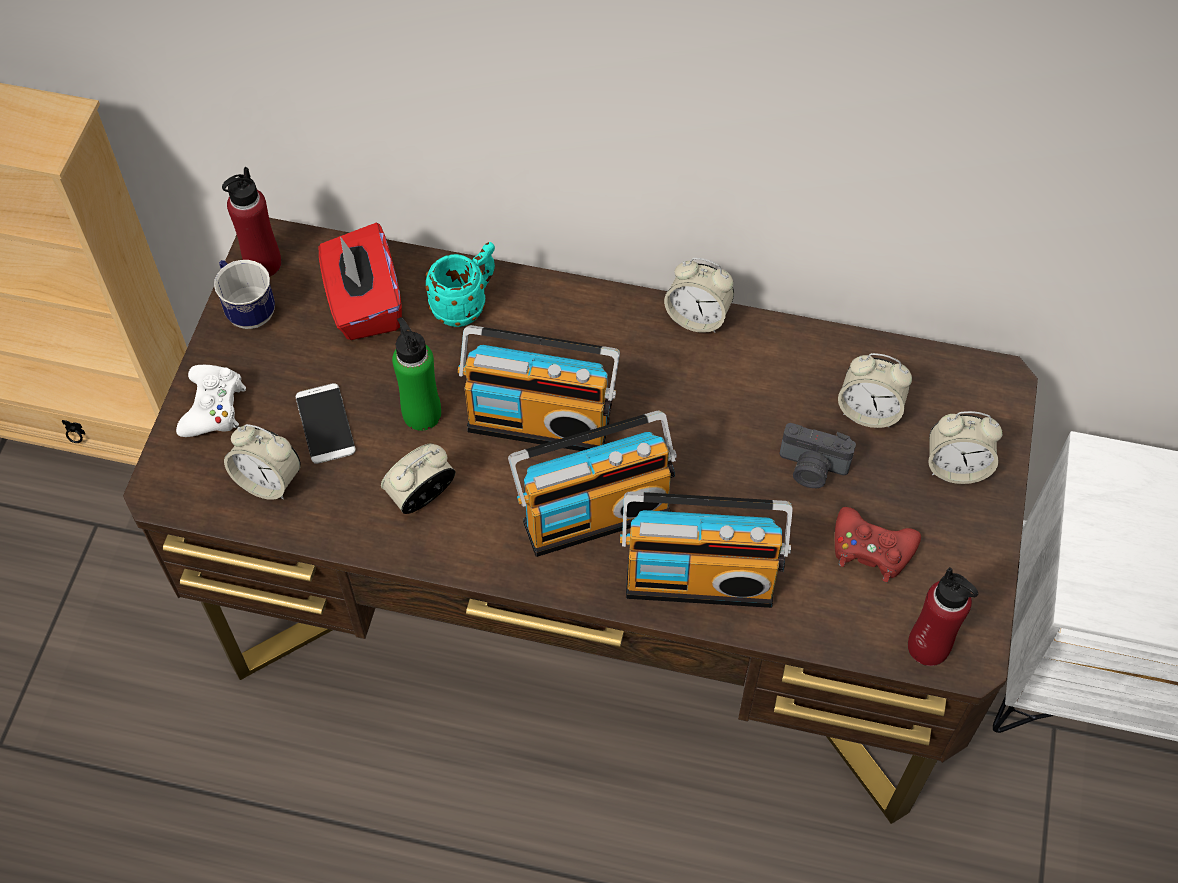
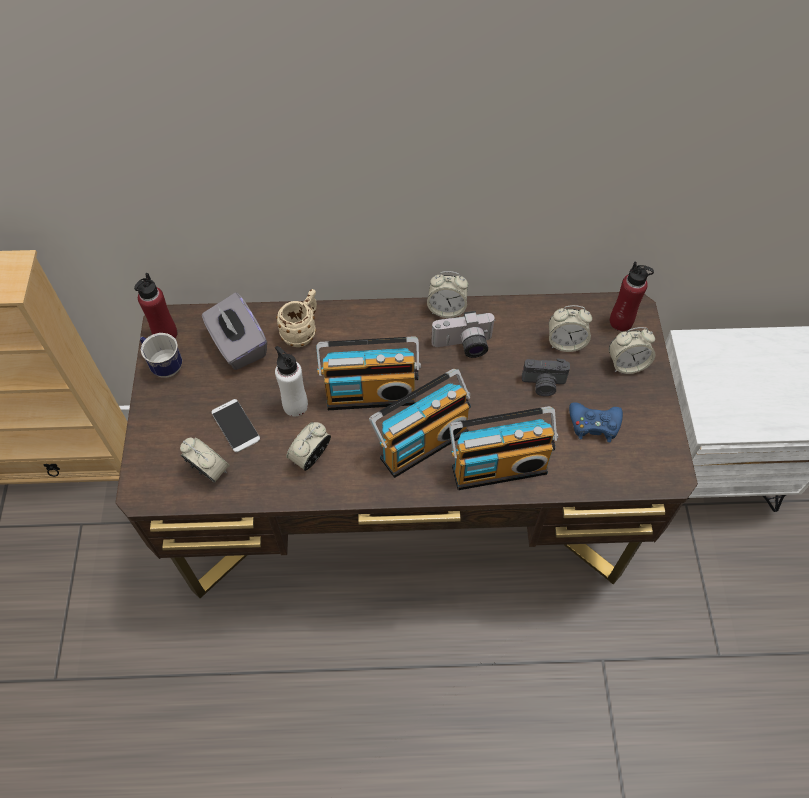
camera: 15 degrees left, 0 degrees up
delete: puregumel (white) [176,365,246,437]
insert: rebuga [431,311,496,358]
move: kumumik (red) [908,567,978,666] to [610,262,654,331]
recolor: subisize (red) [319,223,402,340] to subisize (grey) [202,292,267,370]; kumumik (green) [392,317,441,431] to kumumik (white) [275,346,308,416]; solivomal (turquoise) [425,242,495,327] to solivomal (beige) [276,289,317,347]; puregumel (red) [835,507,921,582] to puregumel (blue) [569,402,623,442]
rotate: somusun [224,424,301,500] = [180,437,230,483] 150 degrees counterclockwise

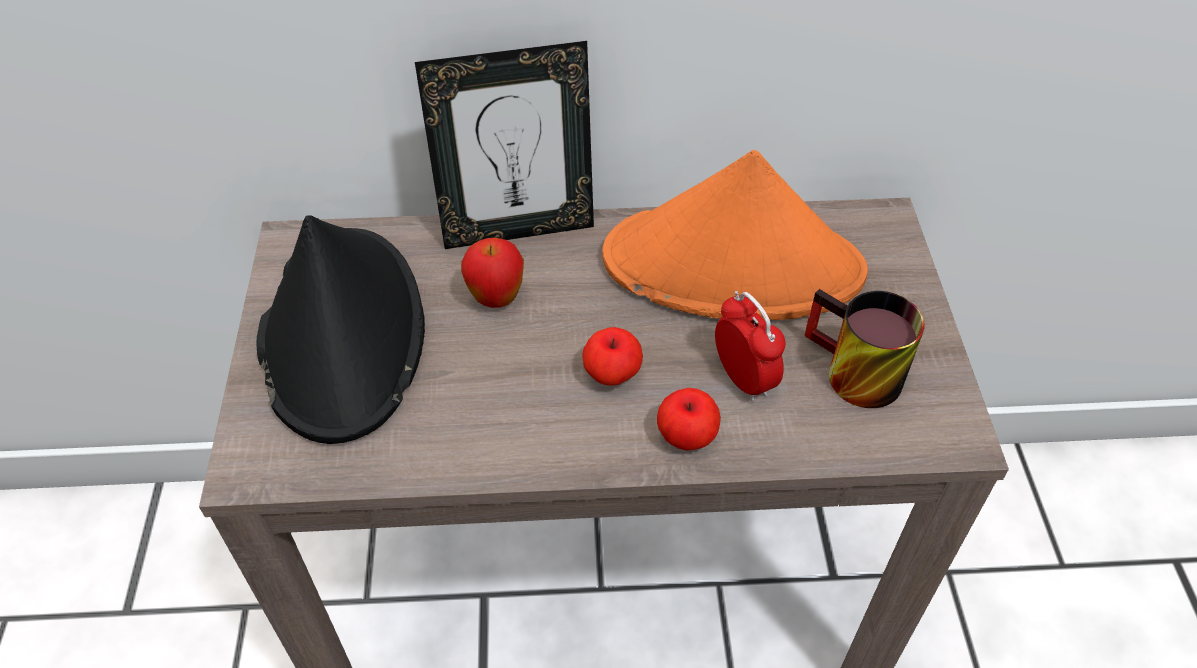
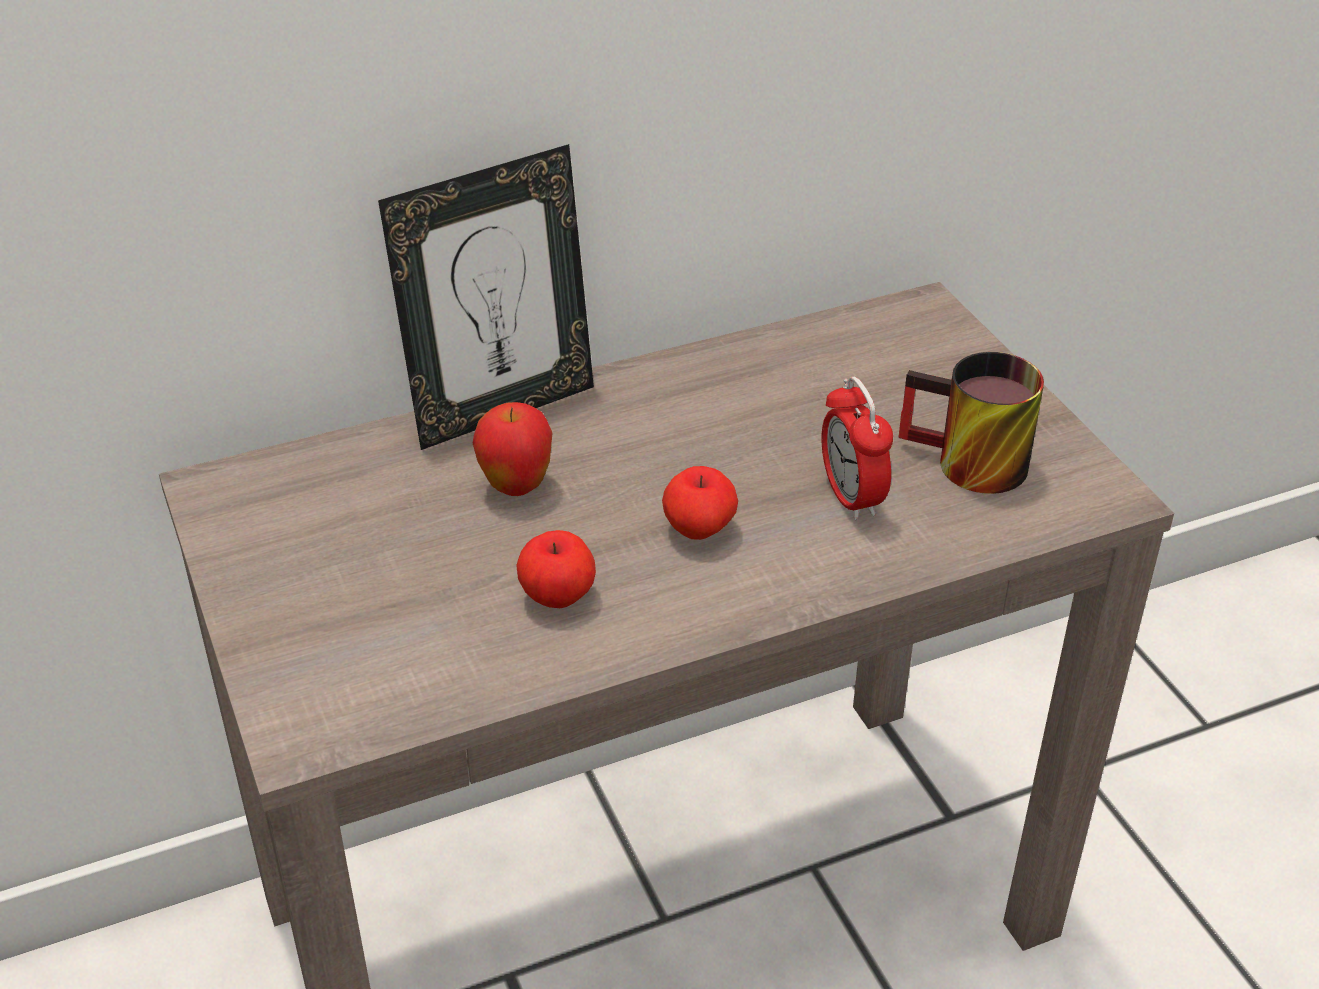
camera: 20 degrees left, 10 degrees down
delete: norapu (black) [257,215,425,444]; norapu (orange) [602,150,868,320]
move: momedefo [657,388,721,451] to [516,530,596,608]
rotate: somusun [715,291,785,402] = [822,377,893,520] 150 degrees counterclockwise

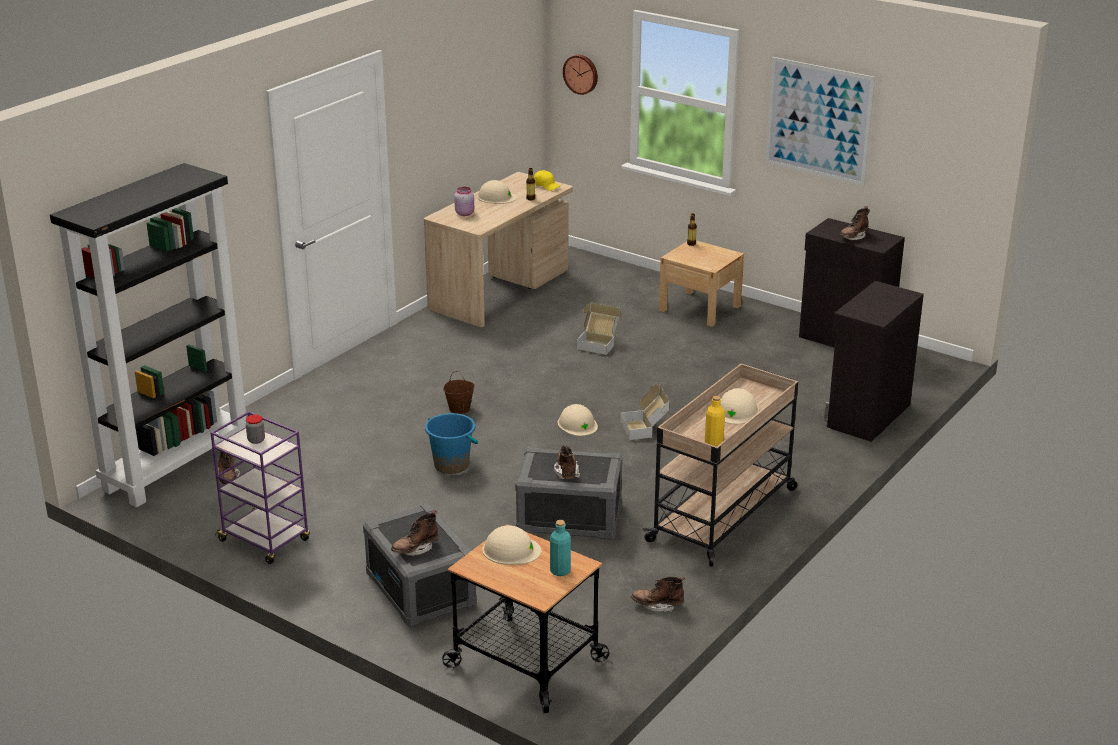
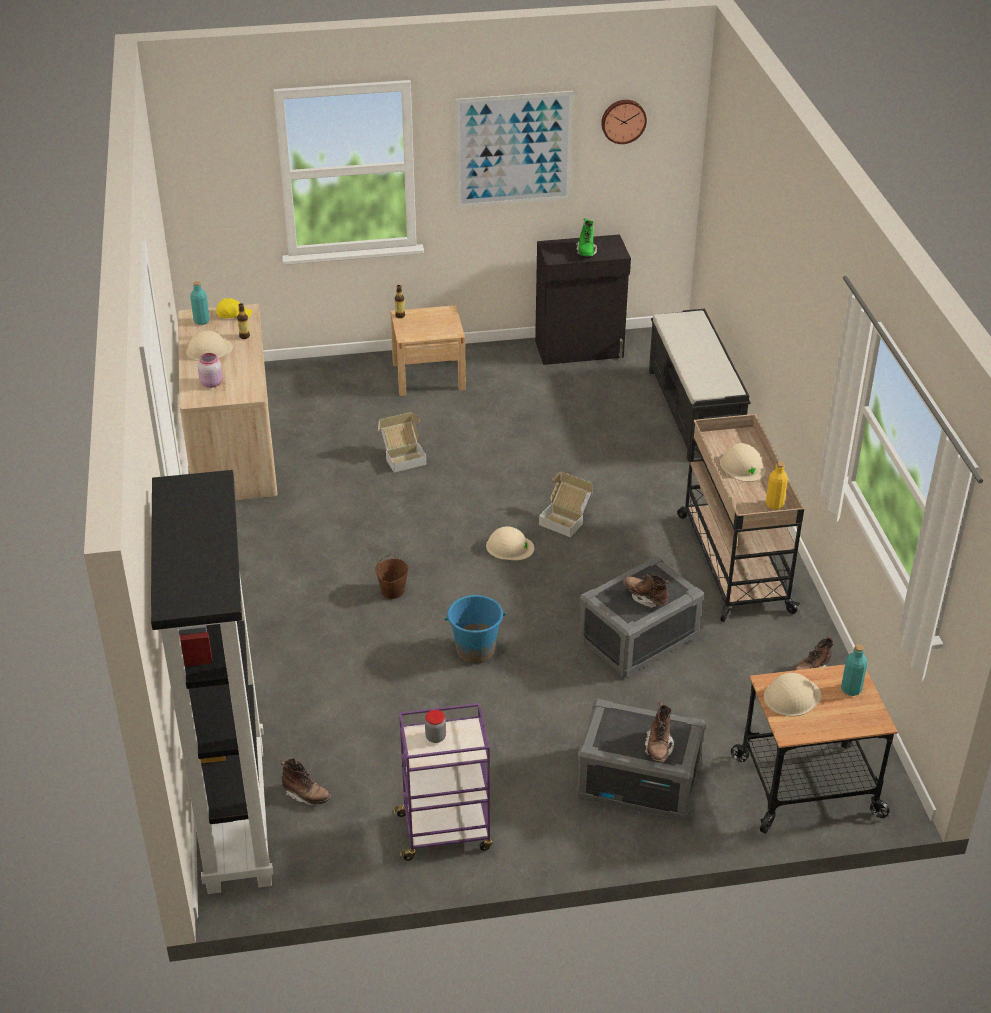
camera: 45 degrees left, 10 degrees up
insert: kumumik (turquoise) [190,281,210,325]
move: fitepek [563,55,598,95] to [601,100,647,144]
replace: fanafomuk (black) [824,281,924,442] to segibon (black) [649,309,750,462]
recolor: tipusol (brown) [840,206,870,240] to tipusol (green) [576,218,597,256]

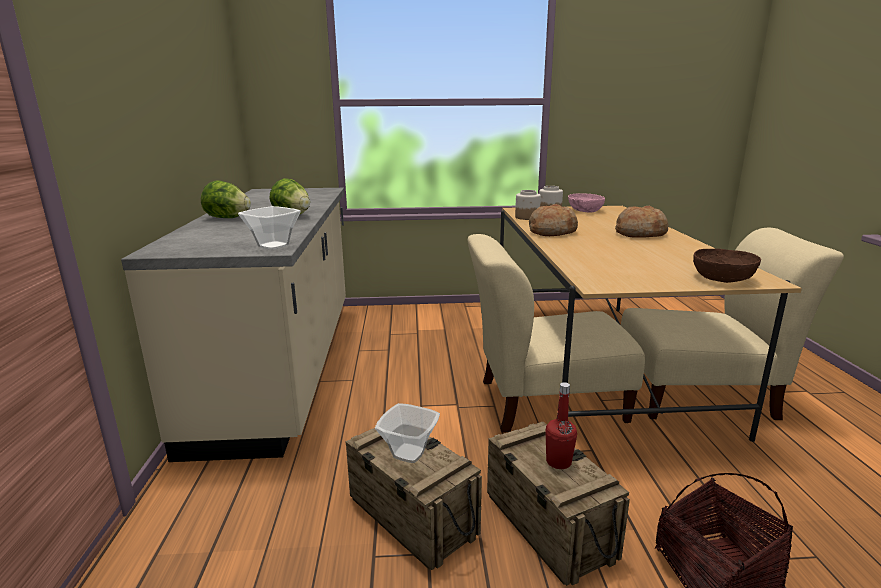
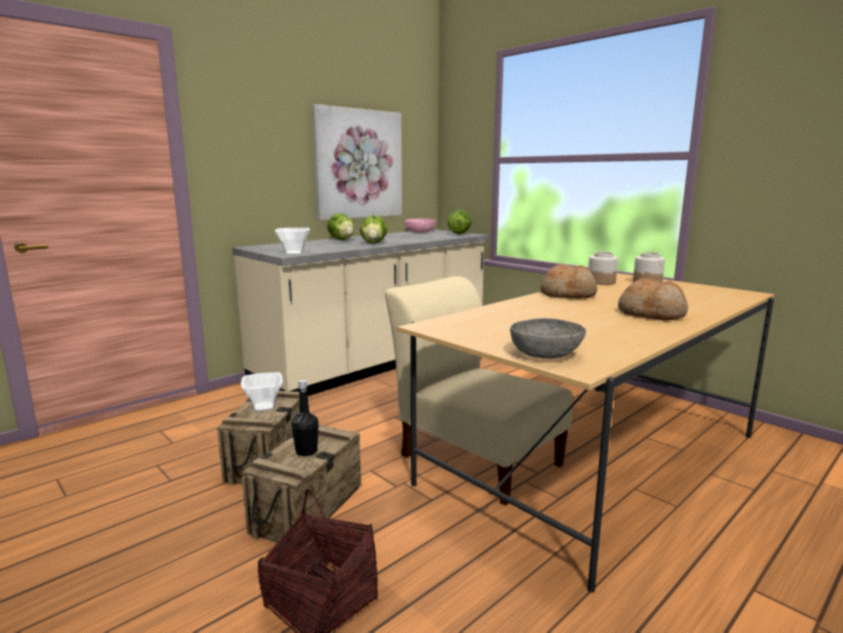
camera: 50 degrees right, 5 degrees down
delete: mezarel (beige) [621,228,844,420]
insert: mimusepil [312,104,402,220]; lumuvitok [448,210,472,234]
move: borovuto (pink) [568,194,605,212] to [404,218,436,233]
recolor: kumumik (red) [545,382,577,469] to kumumik (black) [292,380,319,456]; borovuto (brown) [693,249,761,283] to borovuto (grey) [510,318,586,359]

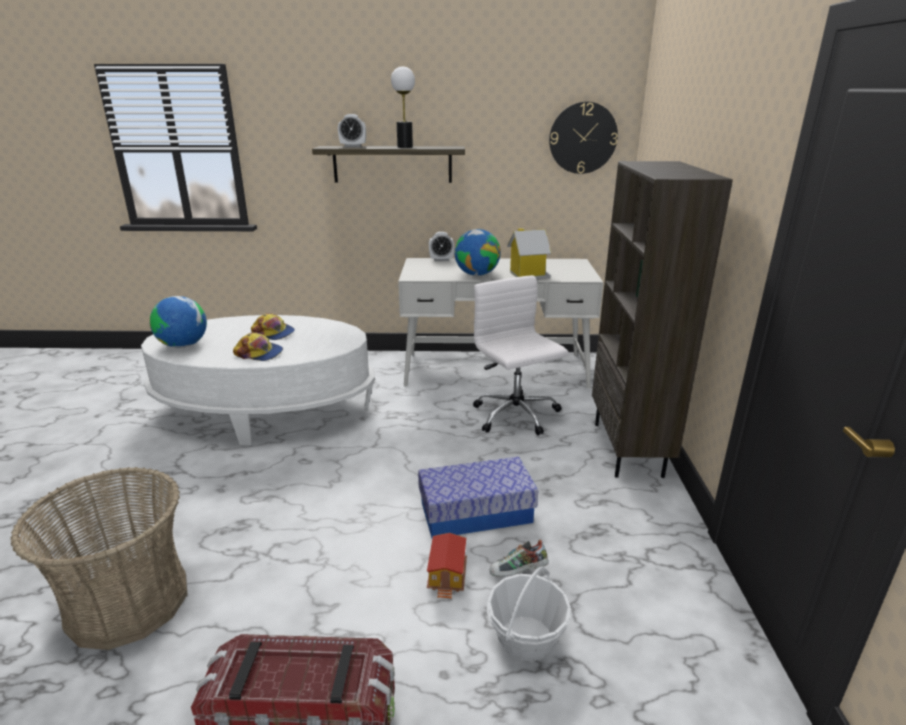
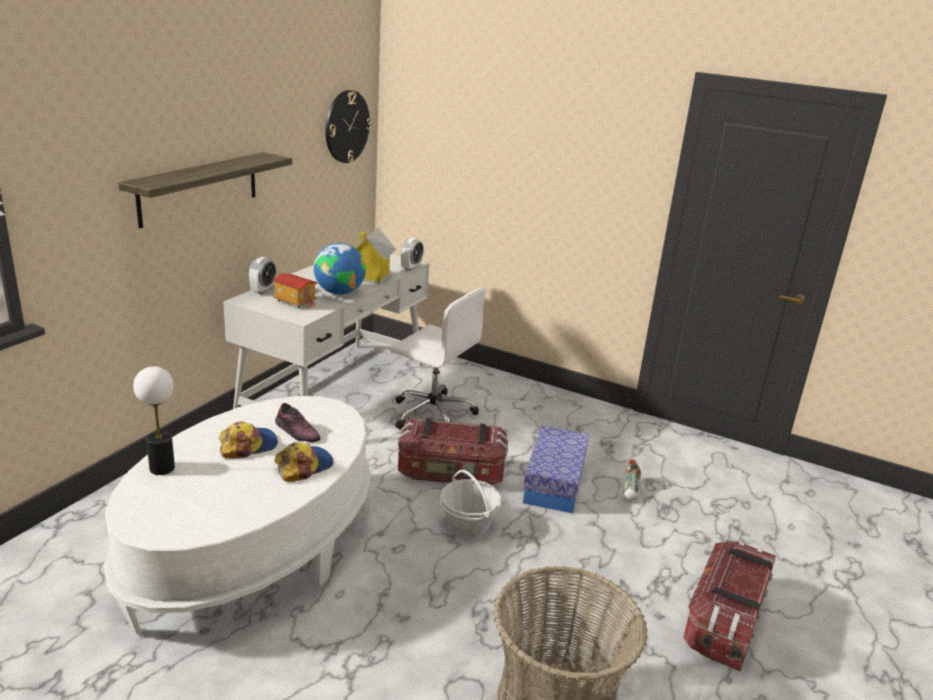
camera: 65 degrees left, 0 degrees up
delete: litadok [150,296,207,348]; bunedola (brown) [592,161,733,478]
insert: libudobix [275,403,321,442]; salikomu [398,418,508,485]
move: somusun [338,114,366,147] to [401,237,424,271]; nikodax [391,66,415,148] to [133,366,175,475]; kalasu [427,533,467,598] to [273,273,318,308]; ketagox [487,566,571,661] to [440,470,501,537]
rotate: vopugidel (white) [473,275,568,435] = [390,287,487,430] 150 degrees counterclockwise

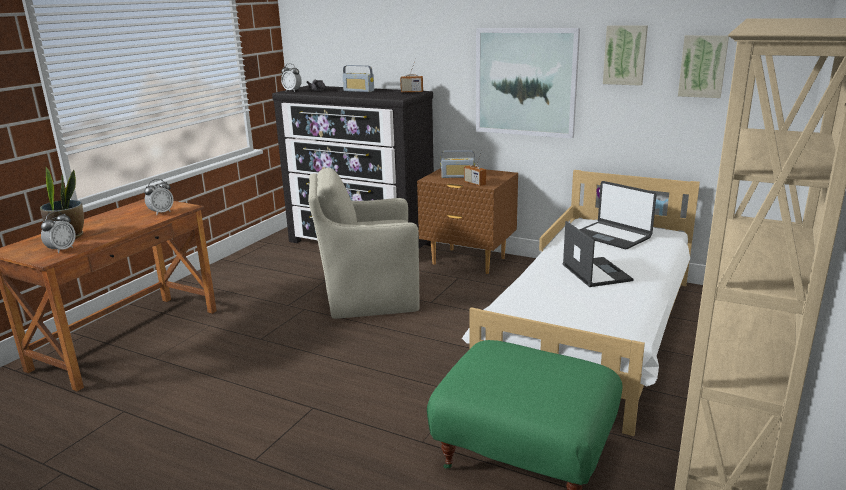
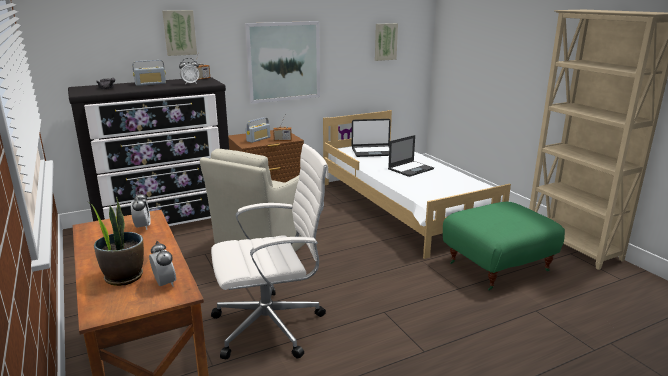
camera: 55 degrees left, 0 degrees up
insert: vopugidel (white) [211,144,329,360]
move: somusun [281,64,302,92] to [179,58,199,84]; mimusepil [603,25,648,86] to [162,10,197,56]
rotate: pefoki [562,221,633,287] = [388,135,434,177] 120 degrees clockwise

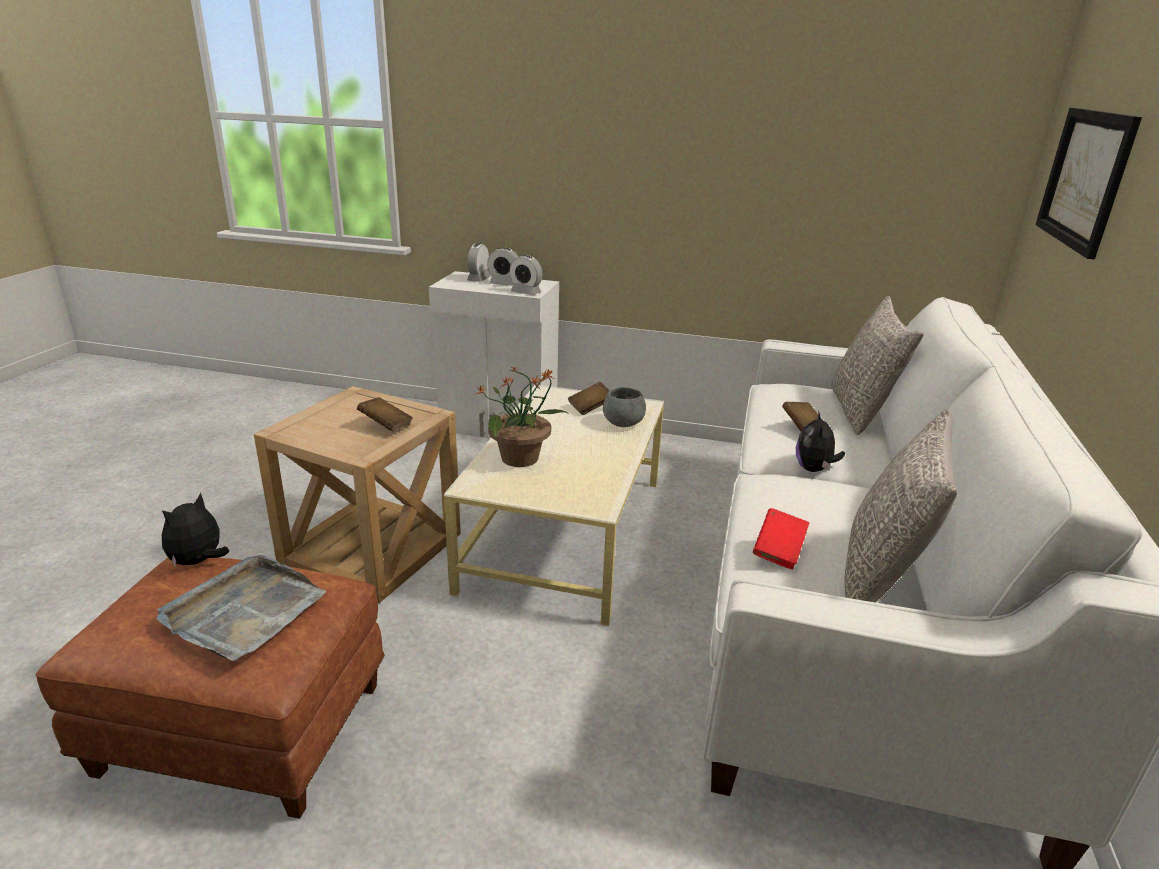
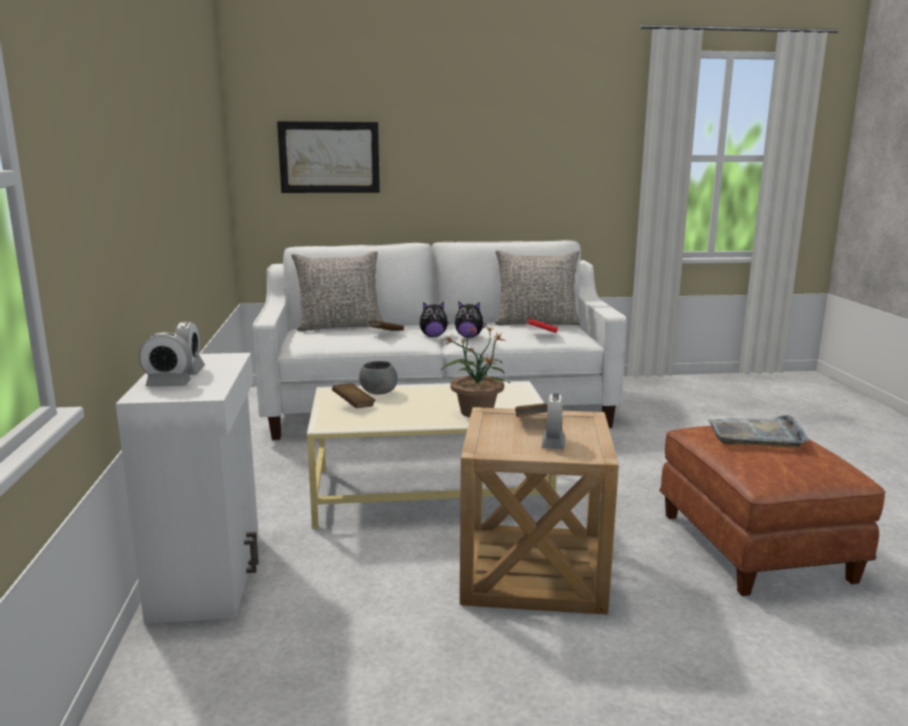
camera: 110 degrees left, 10 degrees down
move: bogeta [161,493,229,568] to [455,301,487,338]; somusun [510,255,542,295] to [541,393,565,449]

